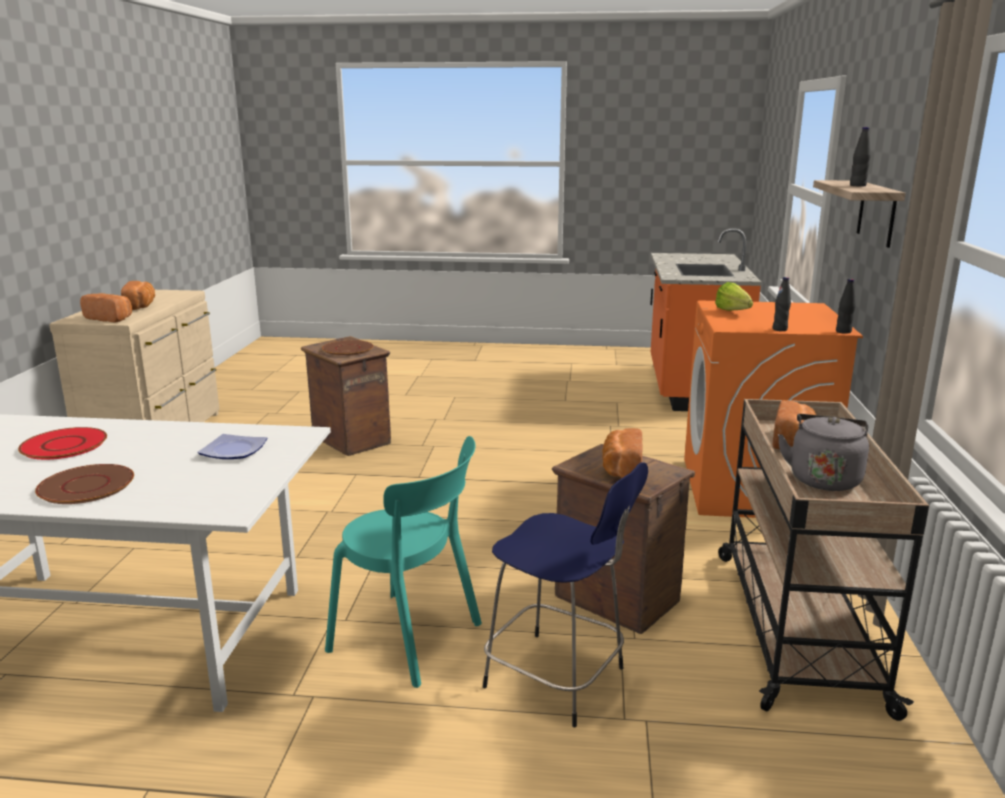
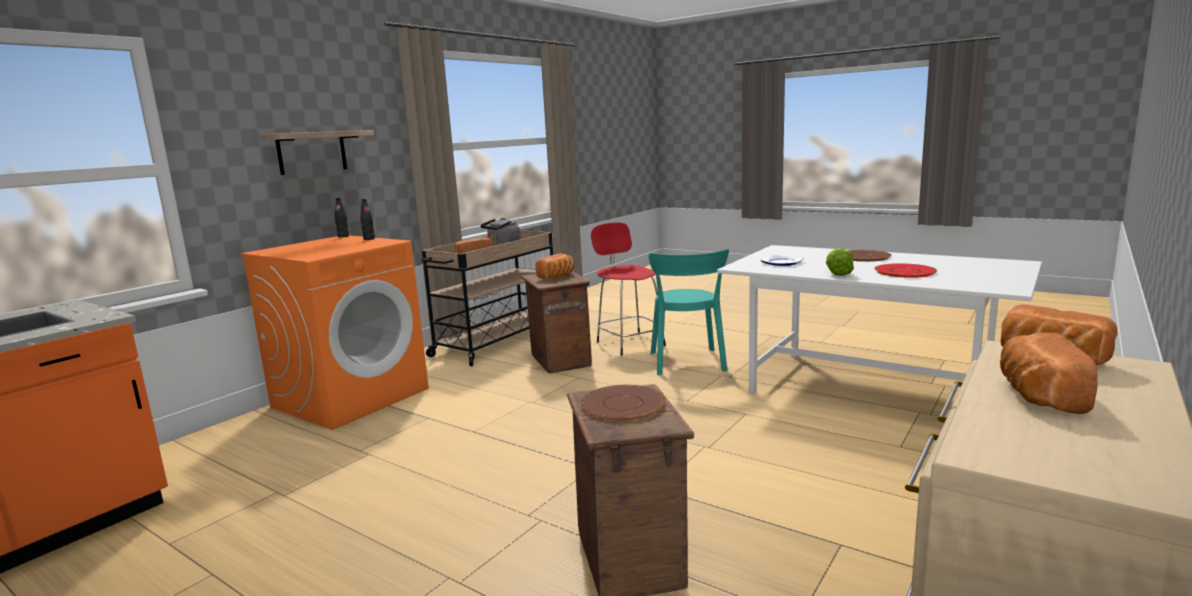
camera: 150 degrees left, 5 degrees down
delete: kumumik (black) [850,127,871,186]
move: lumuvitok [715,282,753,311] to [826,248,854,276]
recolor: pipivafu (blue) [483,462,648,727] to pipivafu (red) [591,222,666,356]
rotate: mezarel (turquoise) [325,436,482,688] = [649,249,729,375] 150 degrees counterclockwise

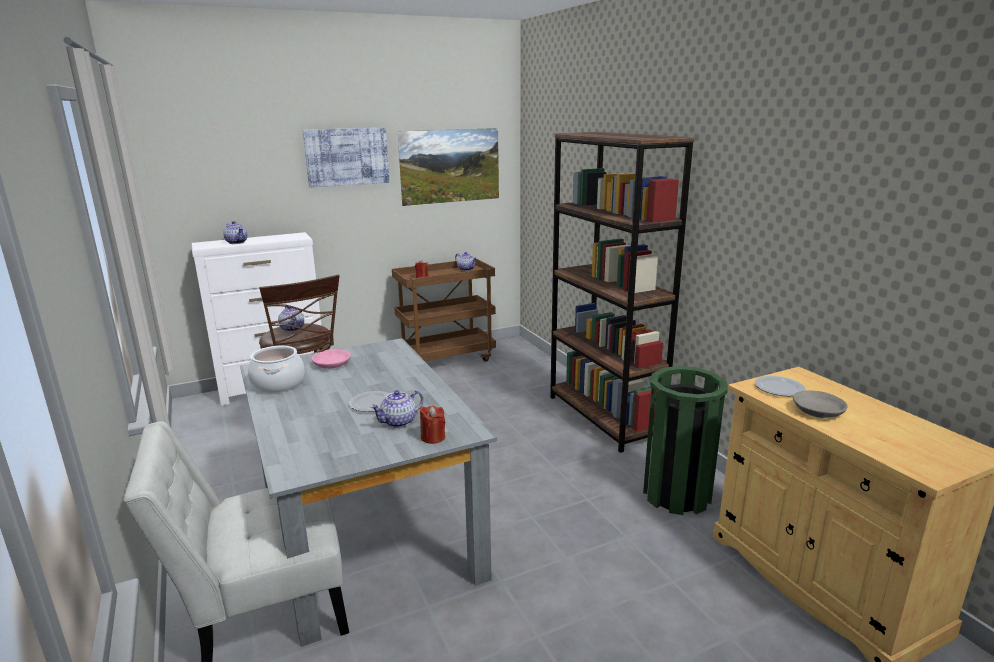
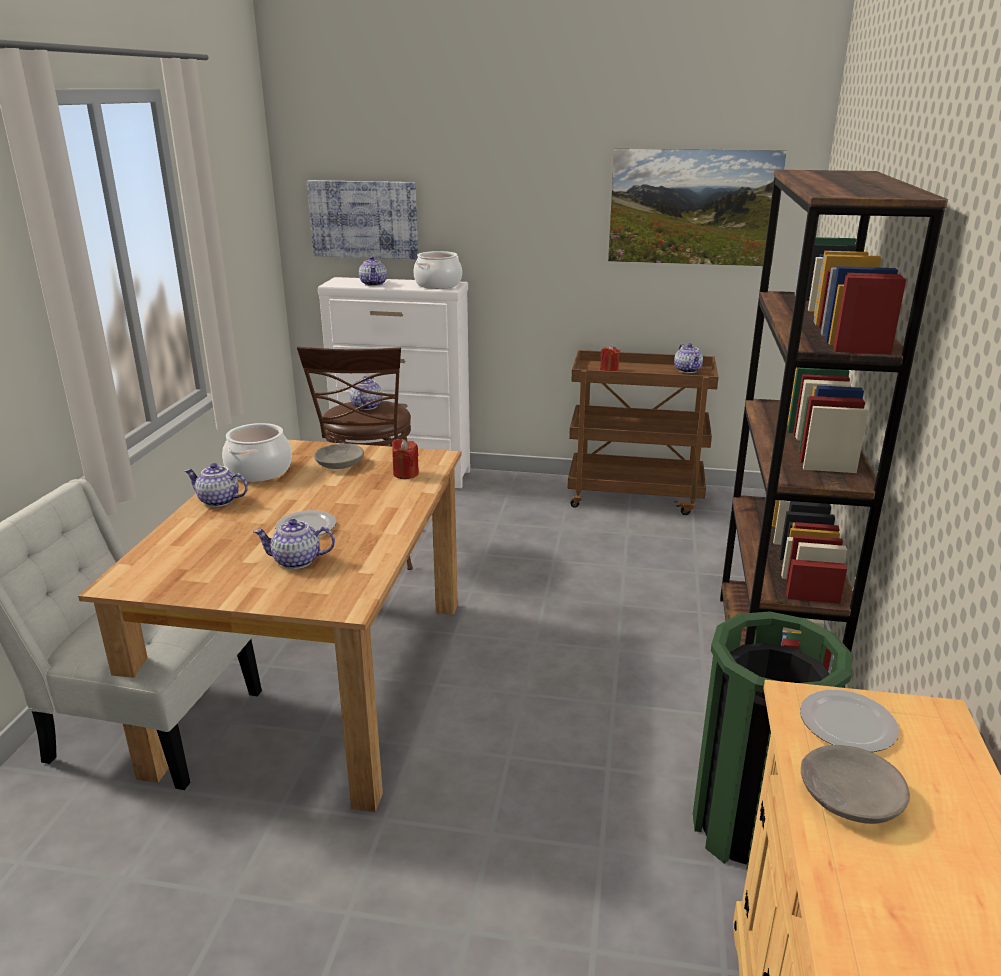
camera: 35 degrees right, 5 degrees up
insert: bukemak [184,463,248,507]; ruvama [413,251,462,289]
move: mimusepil [303,128,390,188] to [307,180,418,259]; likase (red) [420,405,445,444] to [392,439,419,479]
recolor: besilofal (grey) [240,338,497,647] to besilofal (brown) [78,440,461,812]; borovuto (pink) [312,349,351,369] to borovuto (grey) [314,443,364,469]

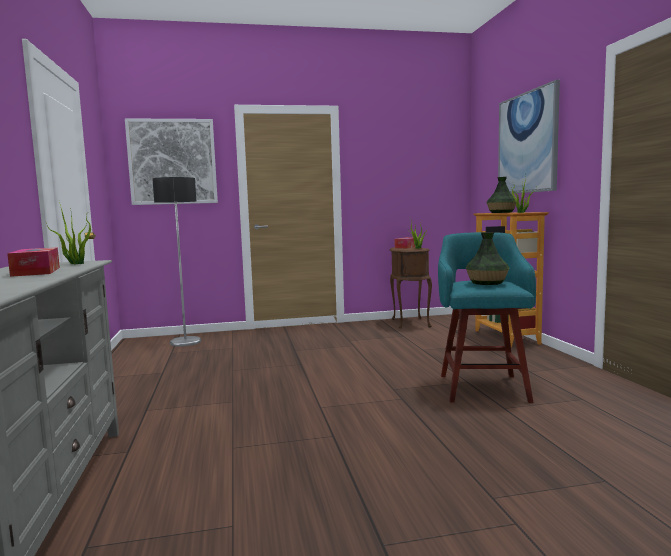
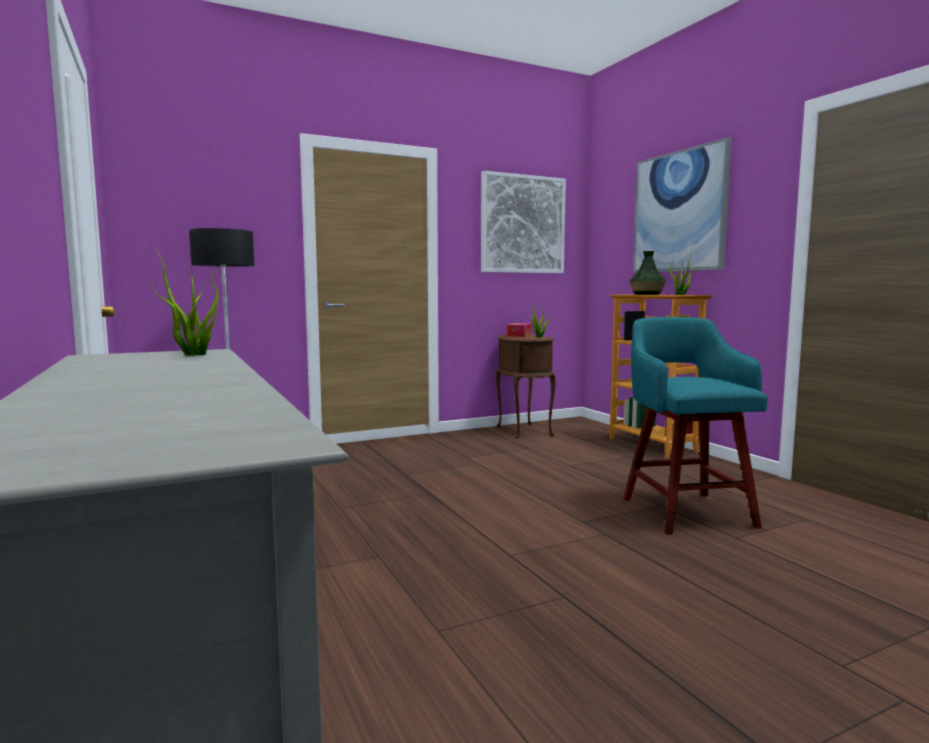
camera: 15 degrees left, 0 degrees up
delete: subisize [7,248,60,277]; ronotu [466,232,510,285]
move: mimusepil [125,118,218,205] to [481,171,566,273]

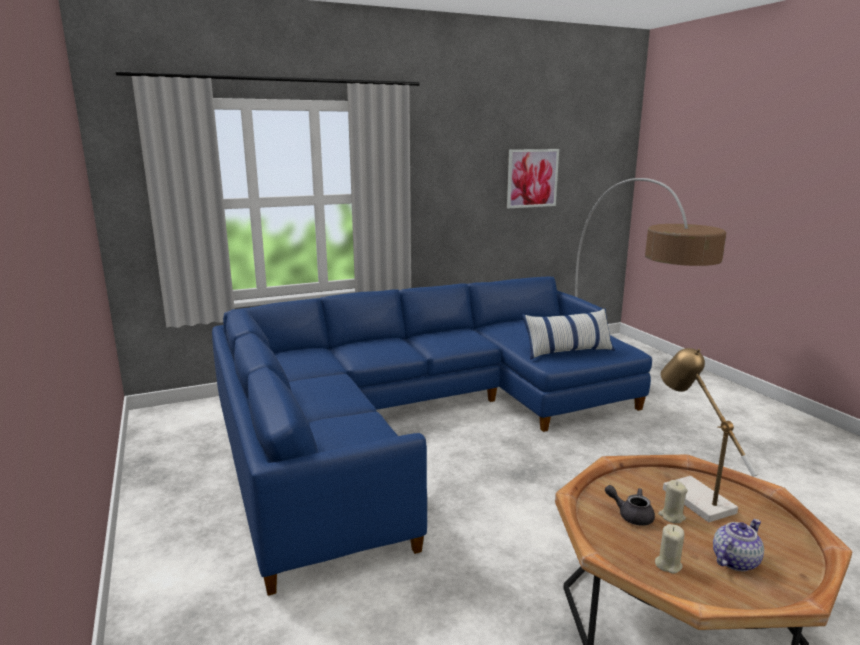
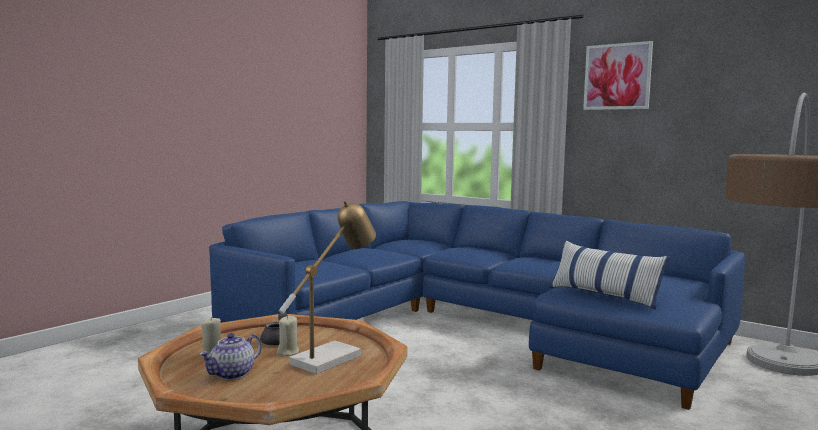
camera: 60 degrees right, 10 degrees down
move: mimusepil [507,149,559,208] to [583,41,653,110]
rotate: bukemak [713,519,764,571] = [199,333,262,380] 105 degrees clockwise

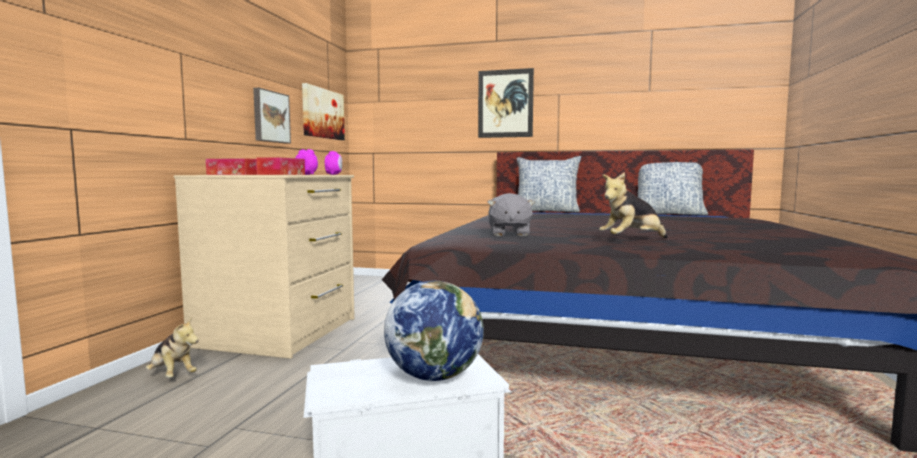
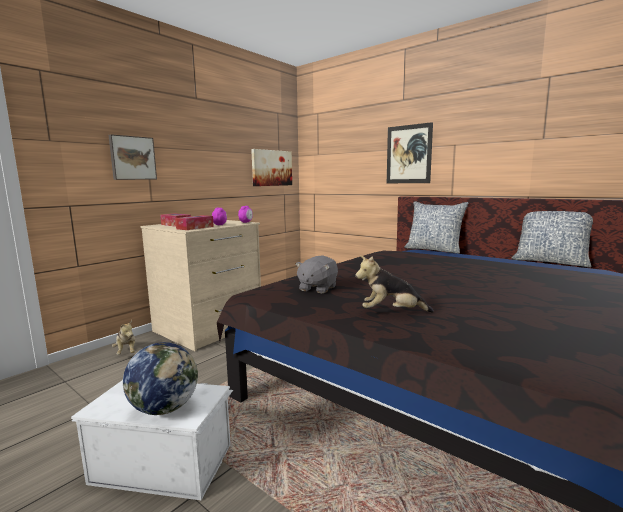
camera: 25 degrees right, 5 degrees up
move: mimusepil [253,88,291,144] to [108,134,157,180]

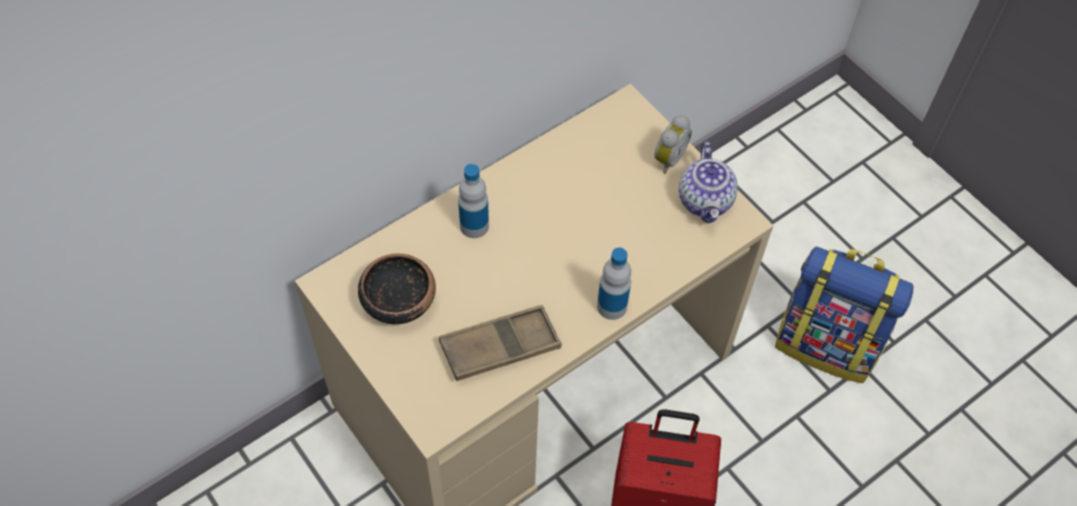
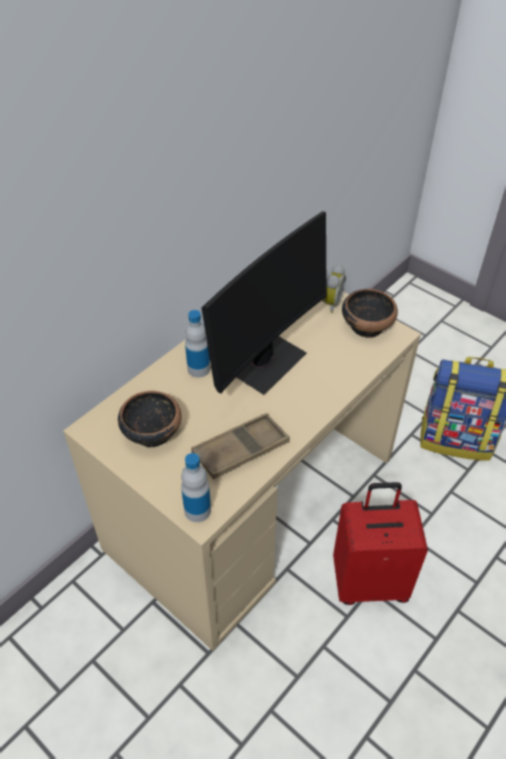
camera: 10 degrees left, 10 degrees down
insert: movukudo [202,211,327,395]
move: kumumik [597,248,631,320] to [181,453,211,522]
replace: bukemak [679,142,738,223] to borovuto [342,289,398,338]

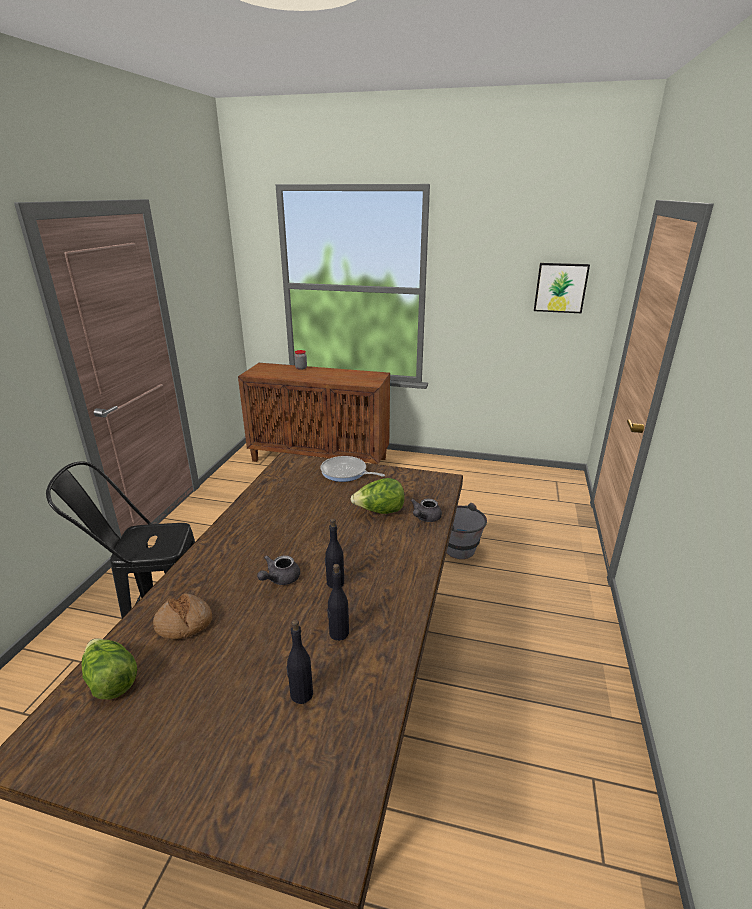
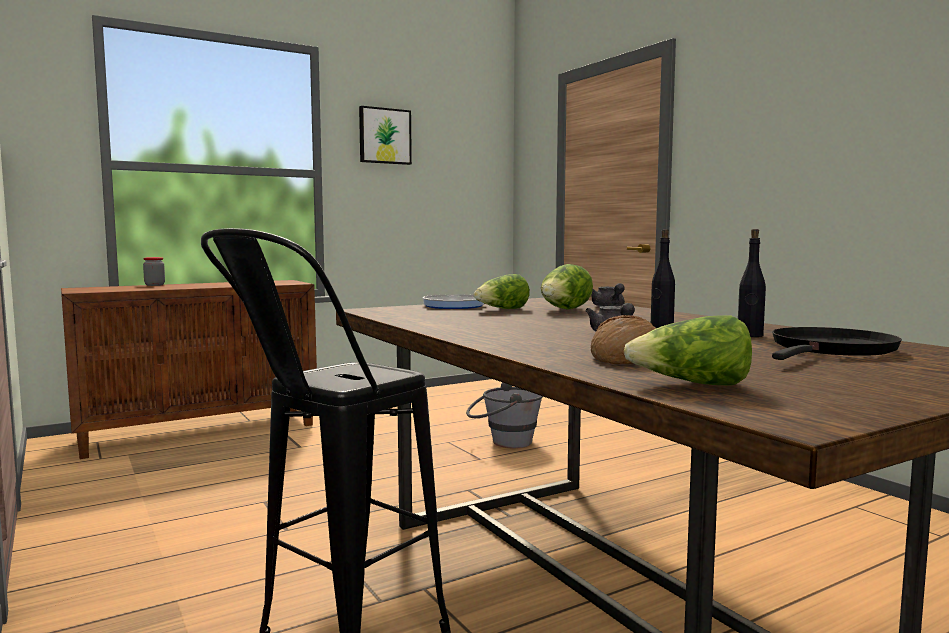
camera: 45 degrees left, 20 degrees down
insert: lumuvitok [474,274,530,309]
move: mimusepil [534,263,590,313] to [359,106,412,165]
replace: kumumik (black) [287,620,313,704] to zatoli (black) [772,327,902,360]

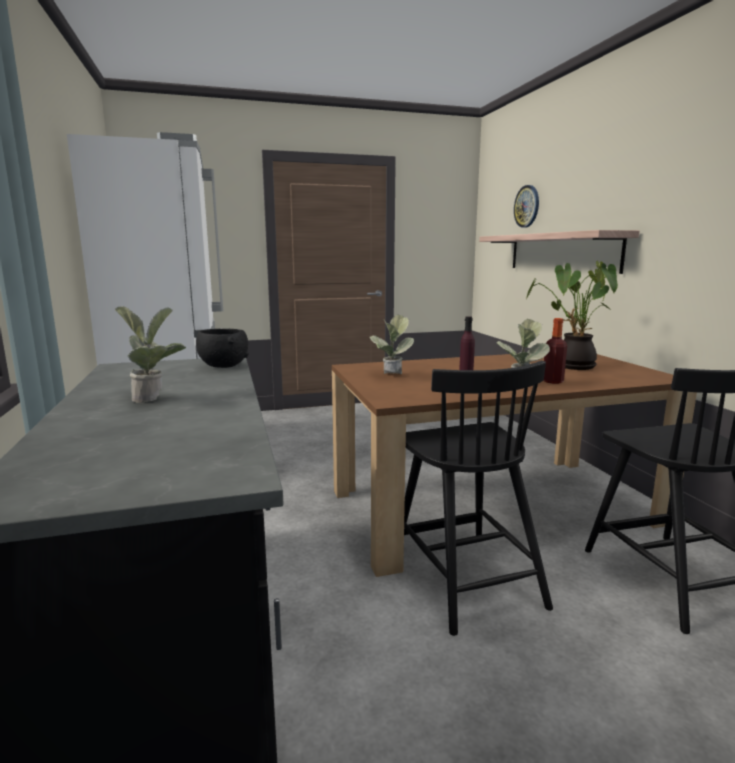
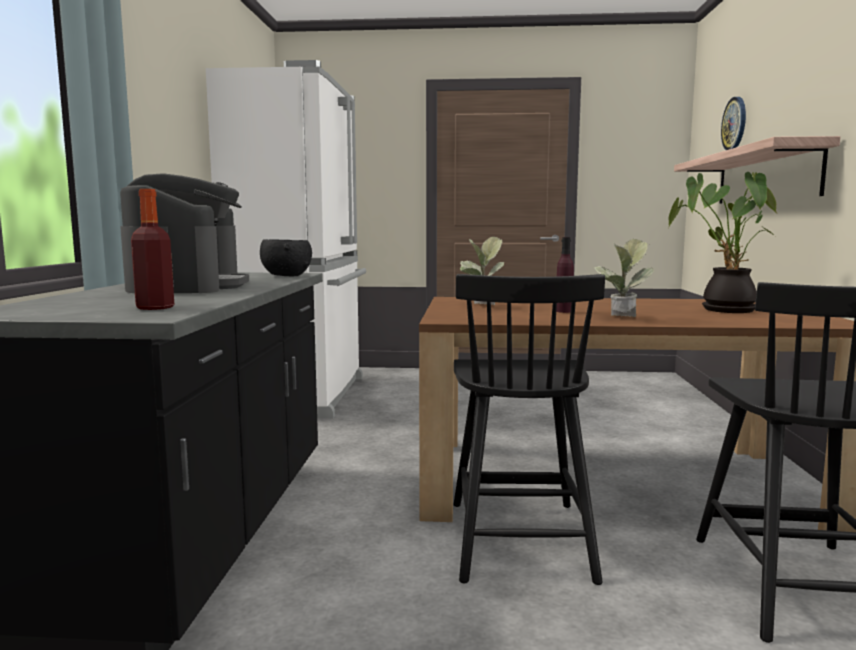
camera: 20 degrees right, 5 degrees down
move: kumumik [543,318,567,384] to [131,189,174,310]
replace: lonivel [115,306,186,403] to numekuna [120,173,249,293]

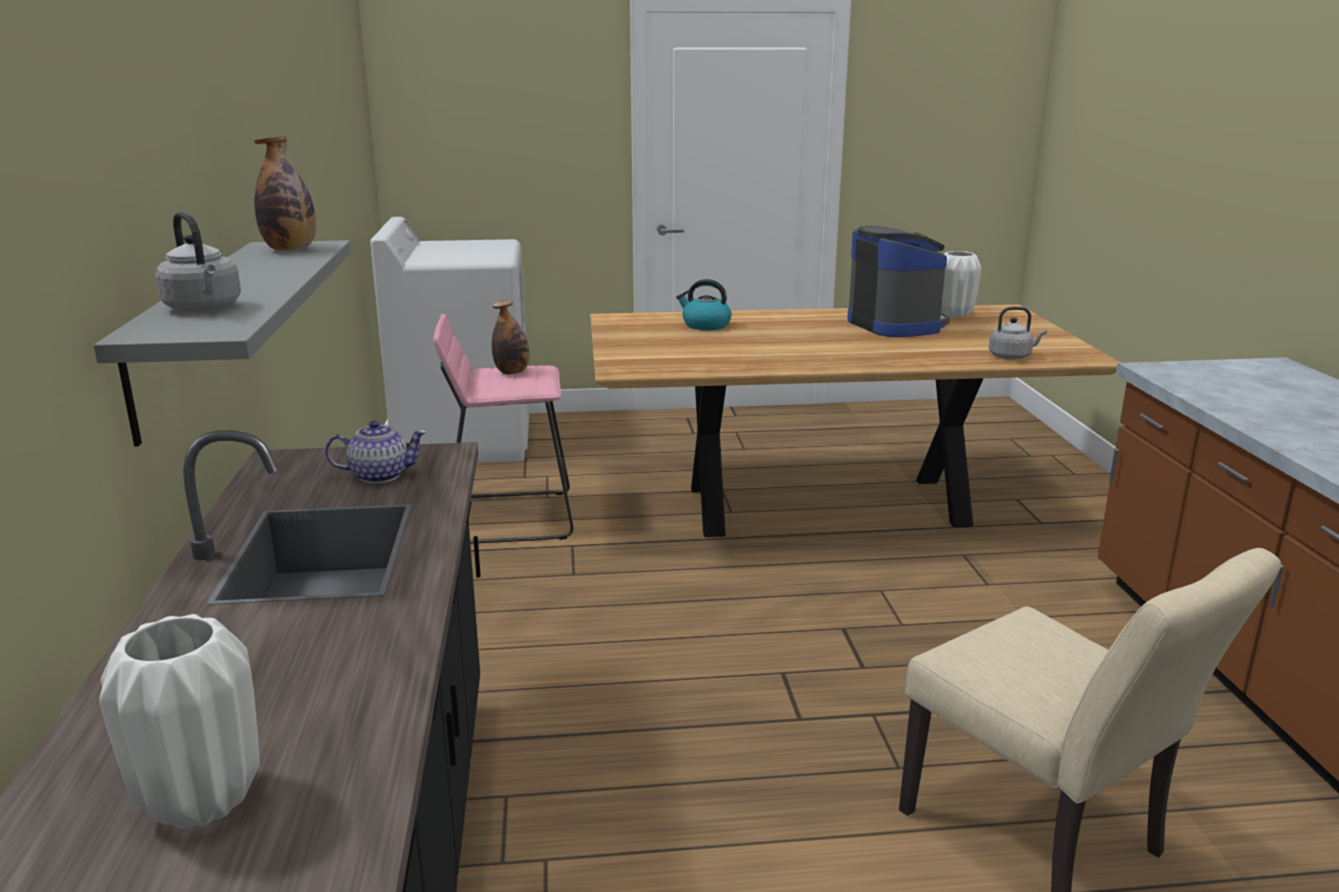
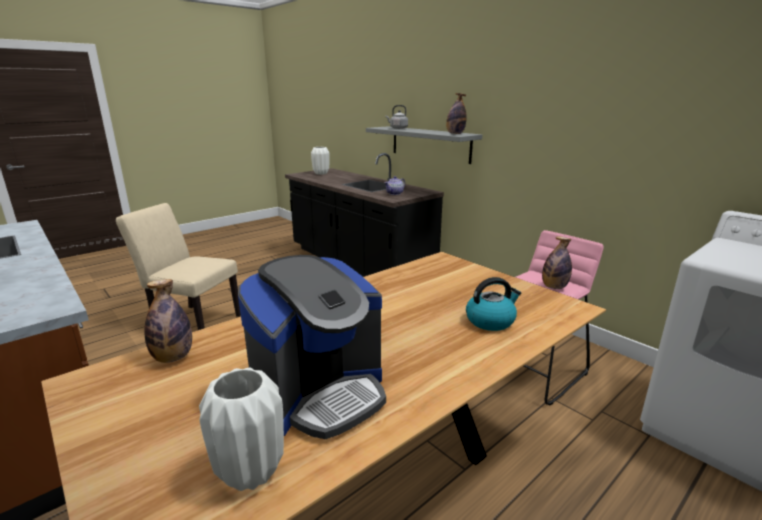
camera: 145 degrees right, 0 degrees up
replace: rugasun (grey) [989,307,1047,360] to kumumik [144,279,192,363]
rotate: numekuna [847,226,950,337] = [238,255,386,439] 75 degrees counterclockwise

